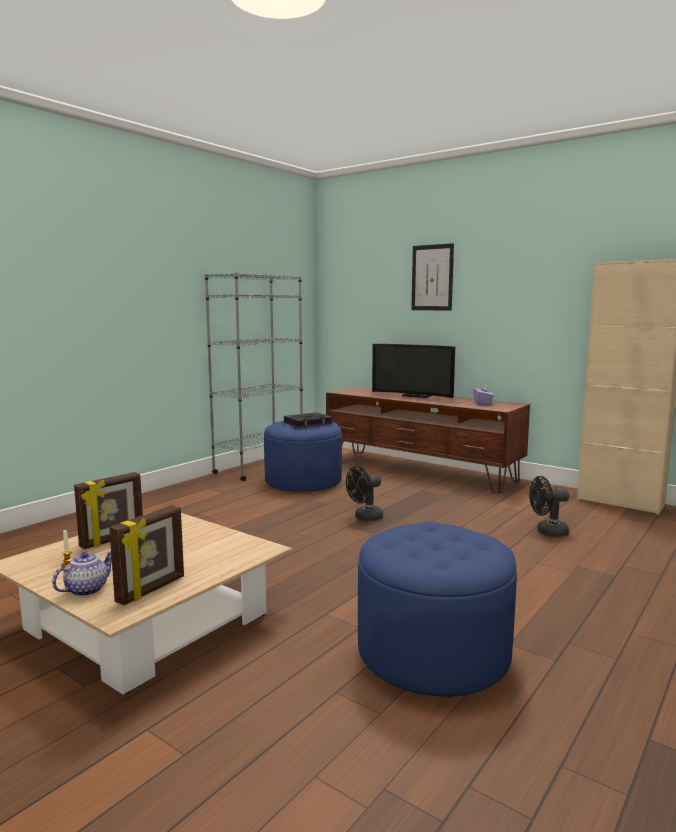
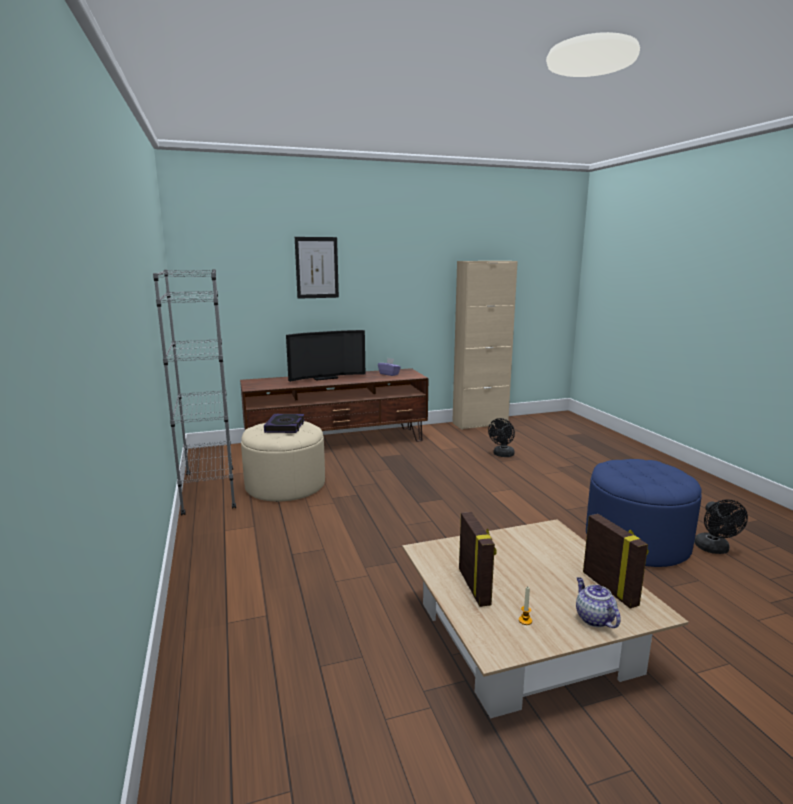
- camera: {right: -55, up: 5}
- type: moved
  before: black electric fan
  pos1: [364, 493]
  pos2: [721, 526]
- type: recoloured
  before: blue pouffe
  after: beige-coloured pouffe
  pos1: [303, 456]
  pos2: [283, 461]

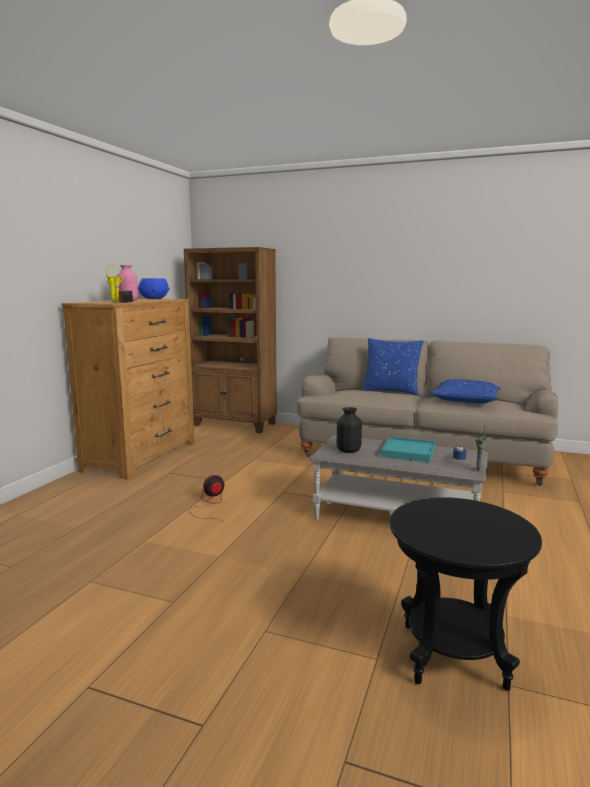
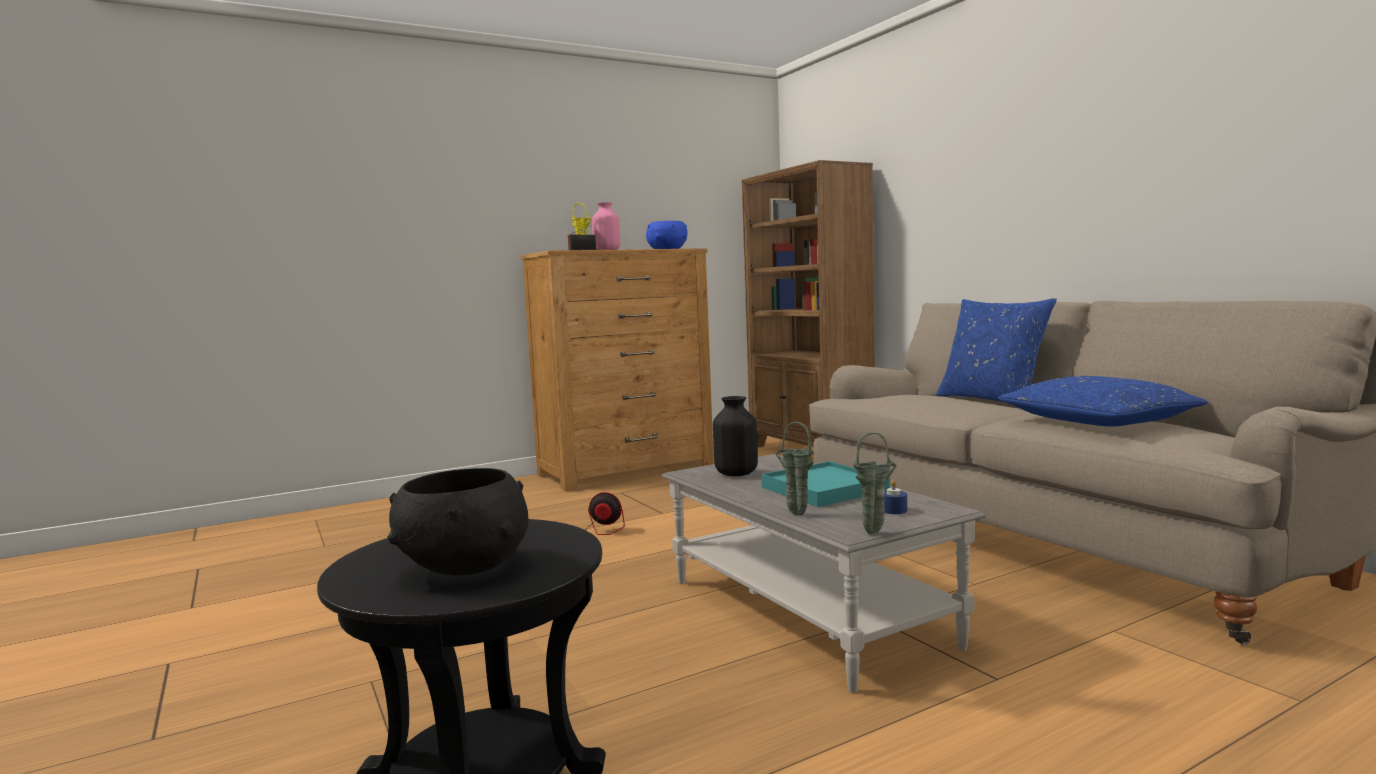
- camera: {right: 40, up: -5}
- type: added
  after: black bowl
  pos2: [458, 522]
- type: added
  after: greenish decorative vase
  pos2: [795, 468]

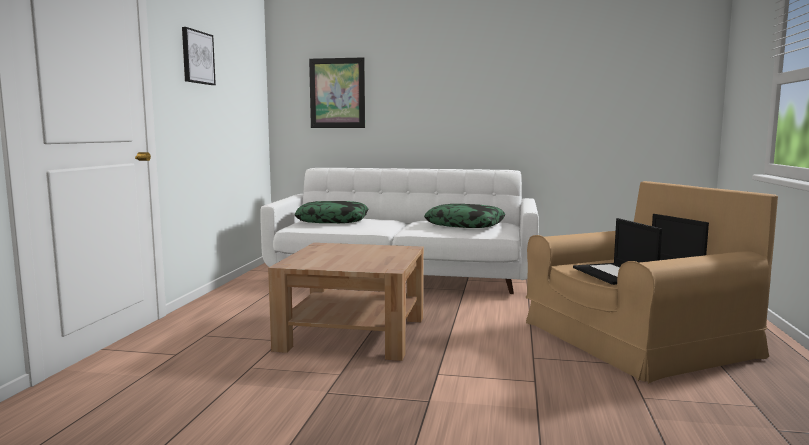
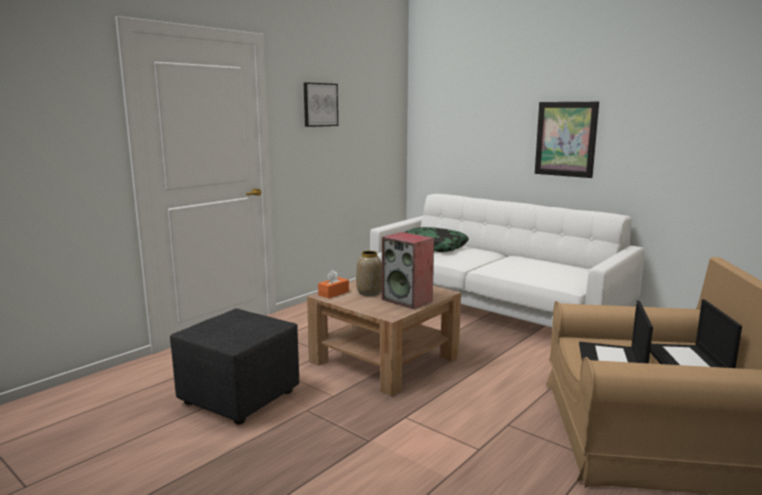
- camera: {right: 30, up: 5}
- type: removed
  before: cushion
  pos1: [465, 216]
- type: added
  after: black pouffe
  pos2: [234, 366]
- type: added
  after: orange-coloured box of tissues
  pos2: [333, 284]
- type: added
  after: decorative vase
  pos2: [369, 273]
- type: added
  after: loudspeaker
  pos2: [408, 270]
- type: moved
  before: wall picture
  pos1: [337, 92]
  pos2: [567, 140]

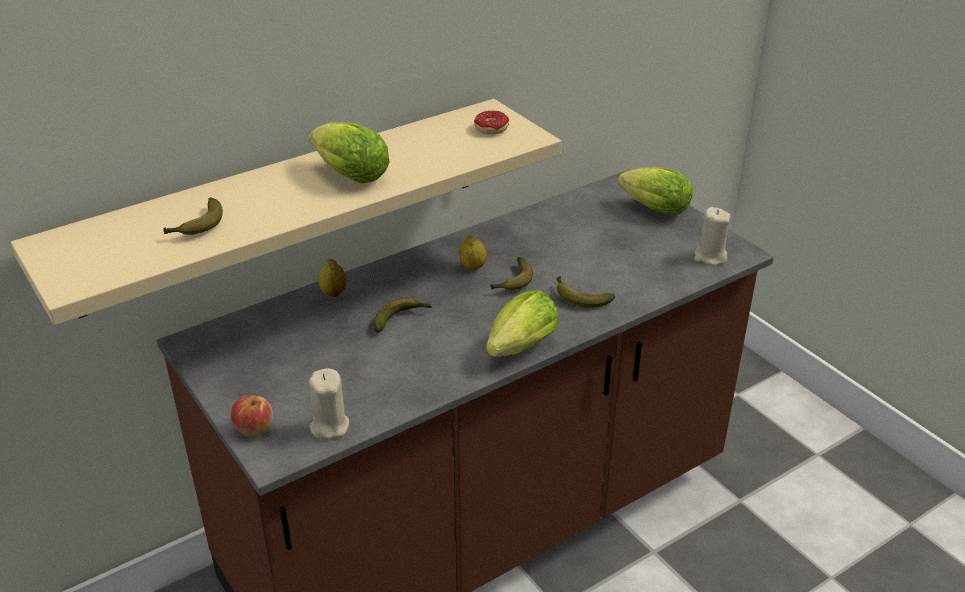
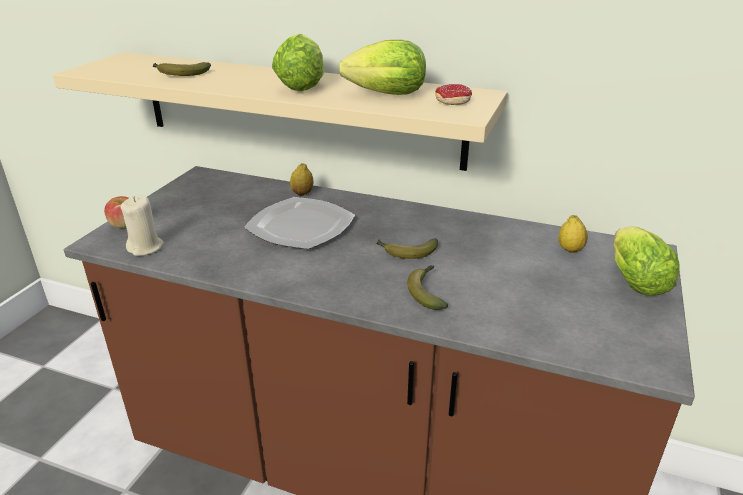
- camera: {right: 55, up: -5}
- type: removed
  before: beige-coloured candle
  pos1: [712, 236]
- type: moved
  before: lemon
  pos1: [473, 252]
  pos2: [573, 234]
- type: moved
  before: lettuce head
  pos1: [522, 324]
  pos2: [382, 67]
- type: replaced
  before: whole banana
  after: flat dish
  pos1: [402, 315]
  pos2: [299, 223]

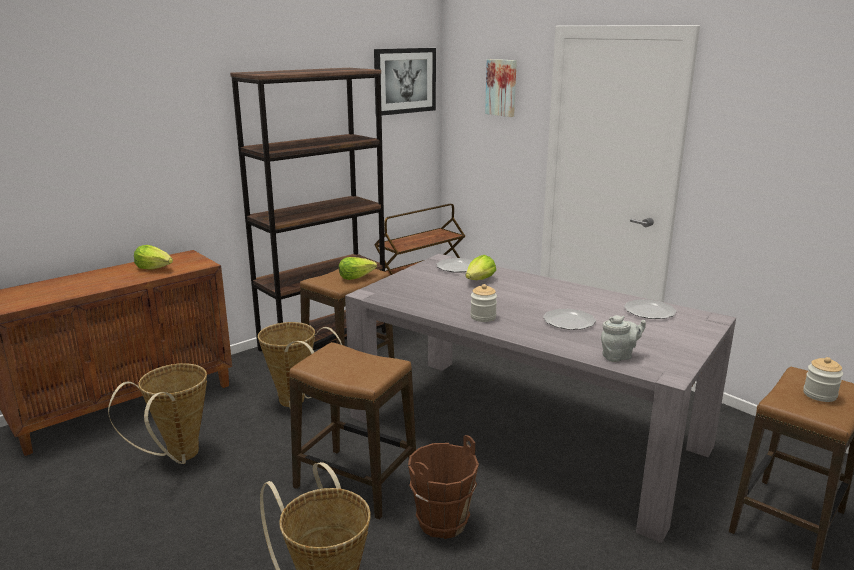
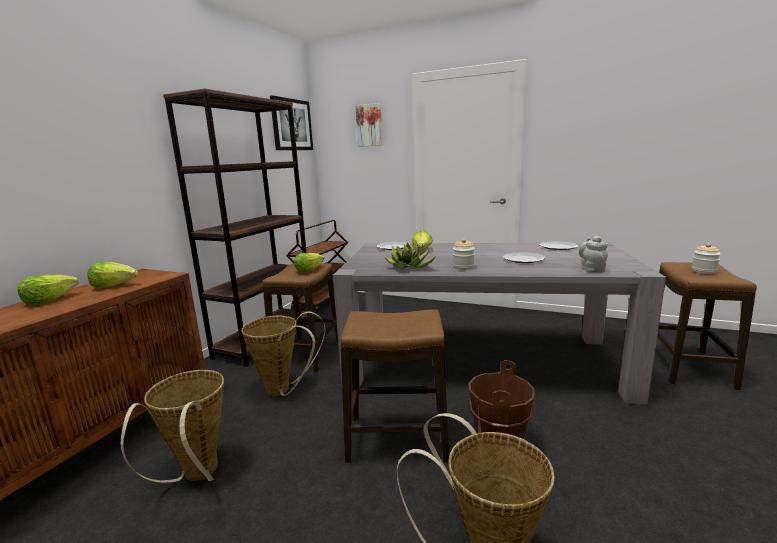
- camera: {right: -25, up: -5}
- type: added
  after: lettuce head
  pos2: [48, 290]
- type: added
  after: houseplant
  pos2: [410, 255]
- type: turned
  before: grey teapot
  pos1: [623, 338]
  pos2: [593, 254]
  turn: -45

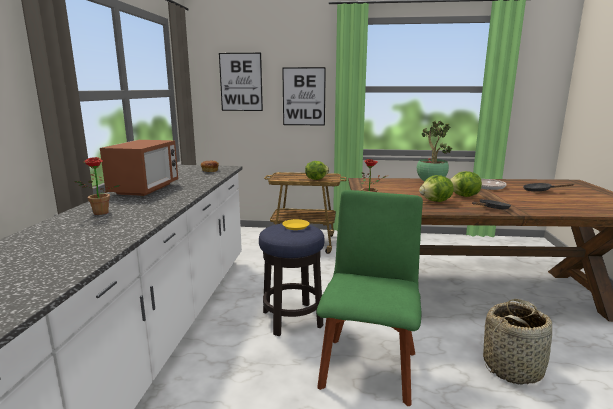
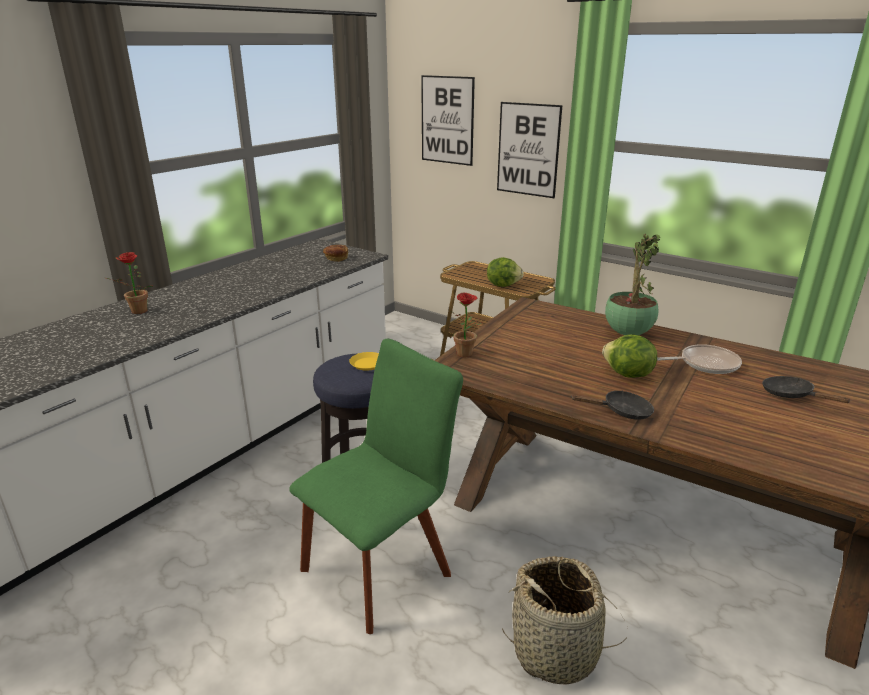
- camera: {right: 30, up: 10}
- type: removed
  before: kitchen microwave
  pos1: [139, 168]
- type: removed
  before: lettuce head
  pos1: [436, 188]

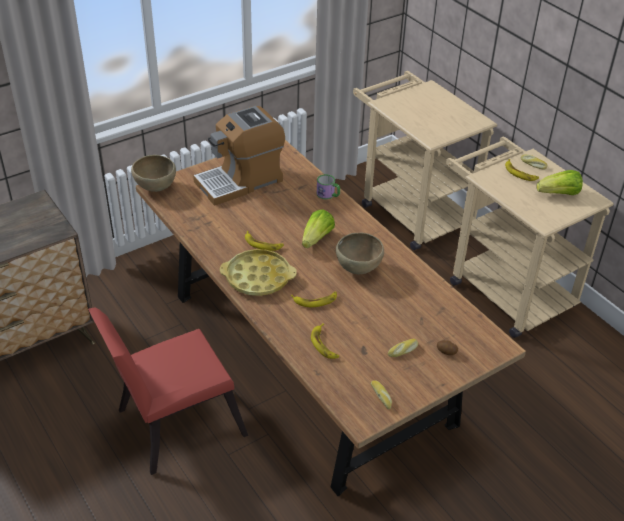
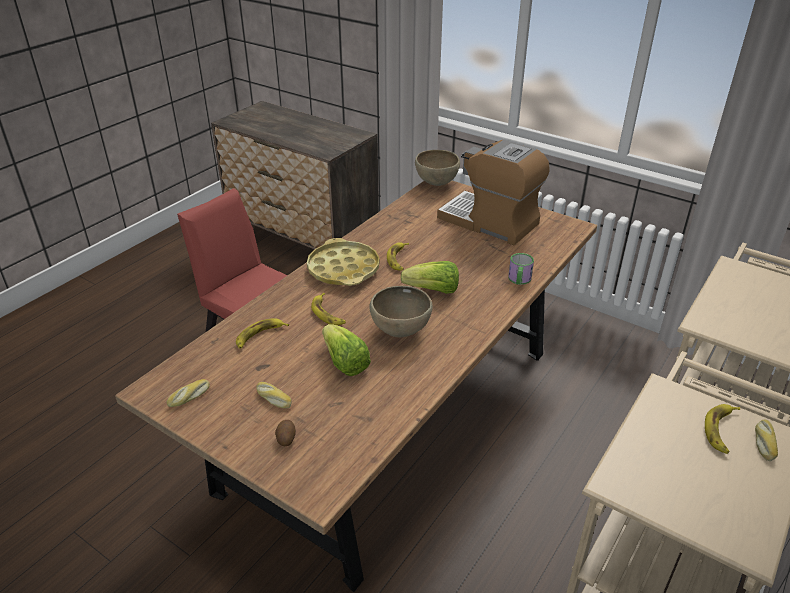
- camera: {right: 70, up: -5}
- type: moved
  before: lettuce head
  pos1: [560, 182]
  pos2: [346, 350]

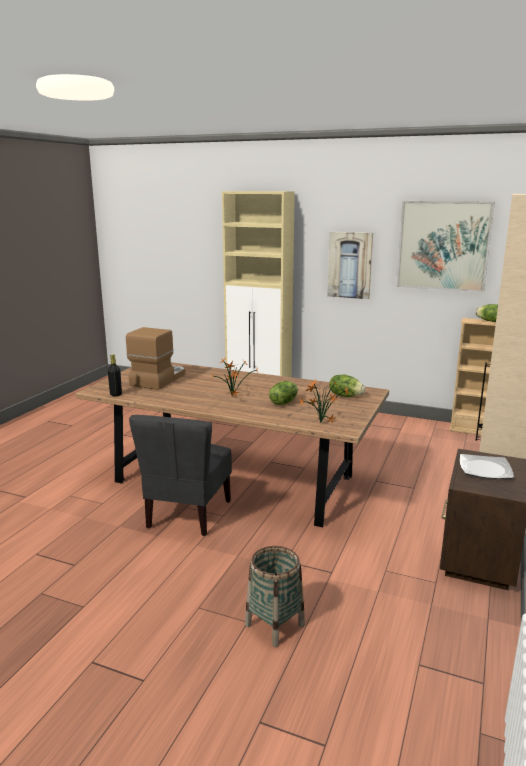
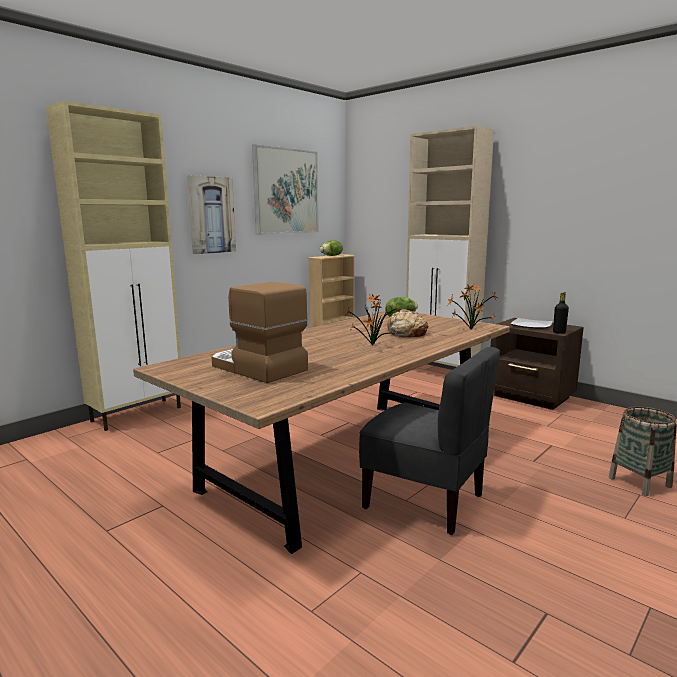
- camera: {right: -70, up: -5}
- type: moved
  before: black drink bottle
  pos1: [115, 375]
  pos2: [561, 313]
- type: replaced
  before: lettuce head
  after: bakery bread
  pos1: [283, 393]
  pos2: [408, 323]

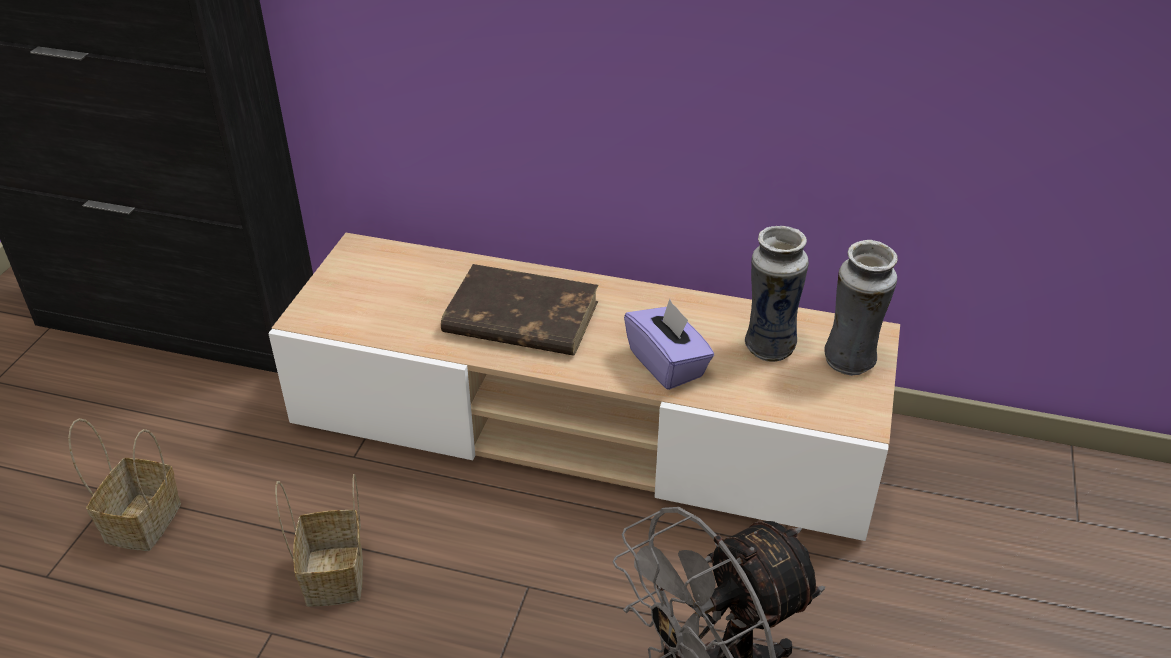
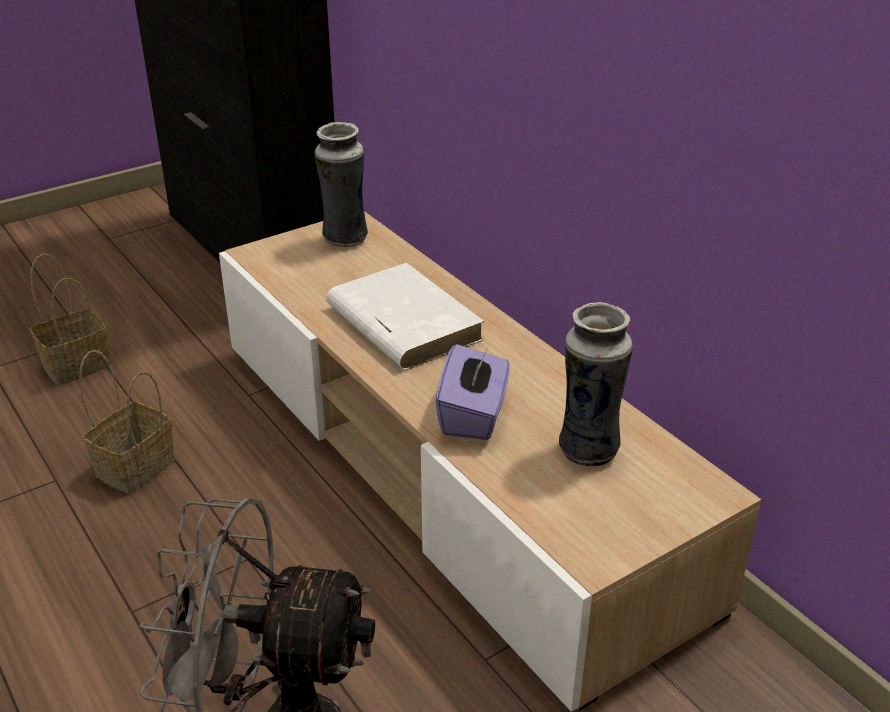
- camera: {right: 40, up: -5}
- type: moved
  before: decorative vase
  pos1: [861, 308]
  pos2: [341, 184]
- type: recoloured
  before: brown book
  after: whitish book
  pos1: [519, 310]
  pos2: [405, 316]

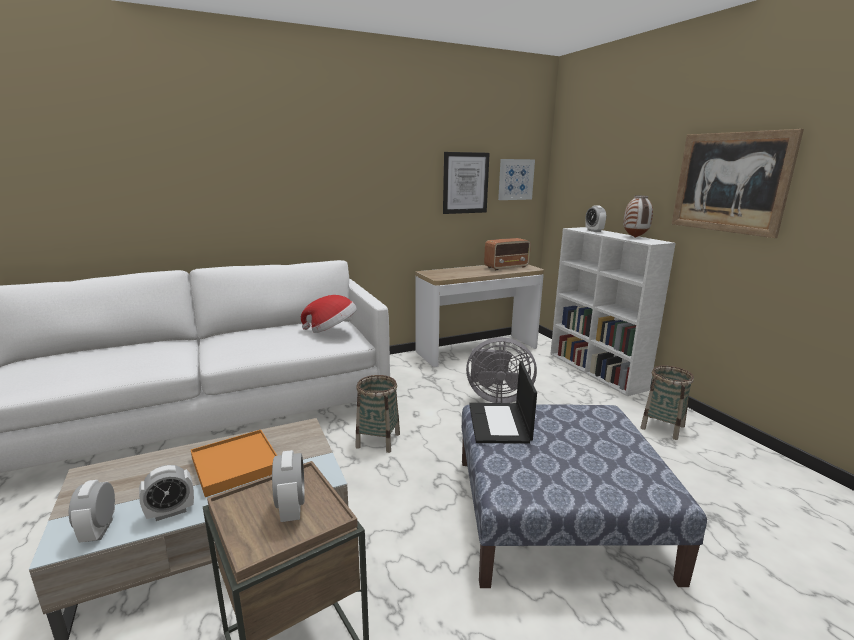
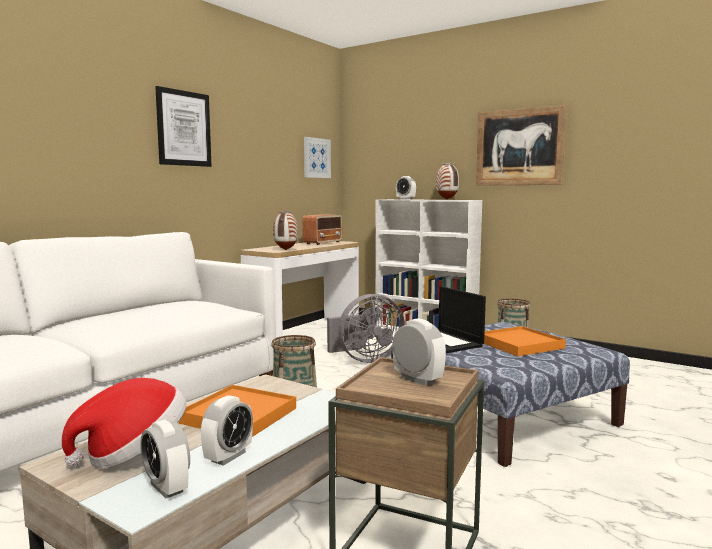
- camera: {right: -30, up: -10}
- type: added
  after: decorative vase
  pos2: [285, 230]
- type: added
  after: orange-coloured tray
  pos2: [525, 341]
- type: moved
  before: wearable hat
  pos1: [329, 314]
  pos2: [124, 423]
- type: moved
  before: wall picture
  pos1: [466, 183]
  pos2: [183, 126]

